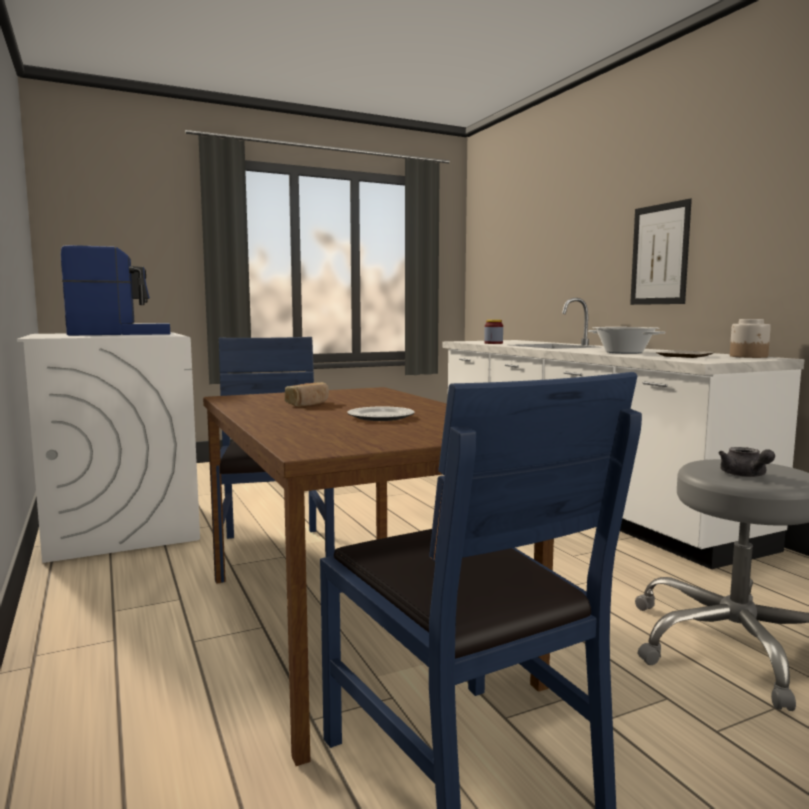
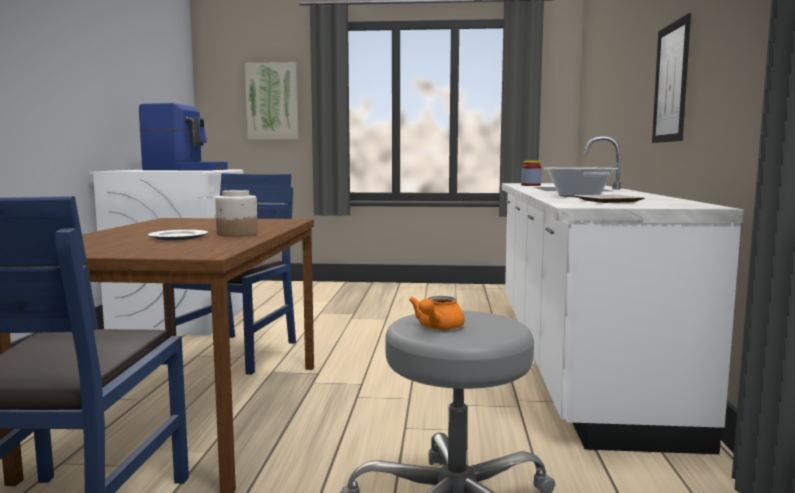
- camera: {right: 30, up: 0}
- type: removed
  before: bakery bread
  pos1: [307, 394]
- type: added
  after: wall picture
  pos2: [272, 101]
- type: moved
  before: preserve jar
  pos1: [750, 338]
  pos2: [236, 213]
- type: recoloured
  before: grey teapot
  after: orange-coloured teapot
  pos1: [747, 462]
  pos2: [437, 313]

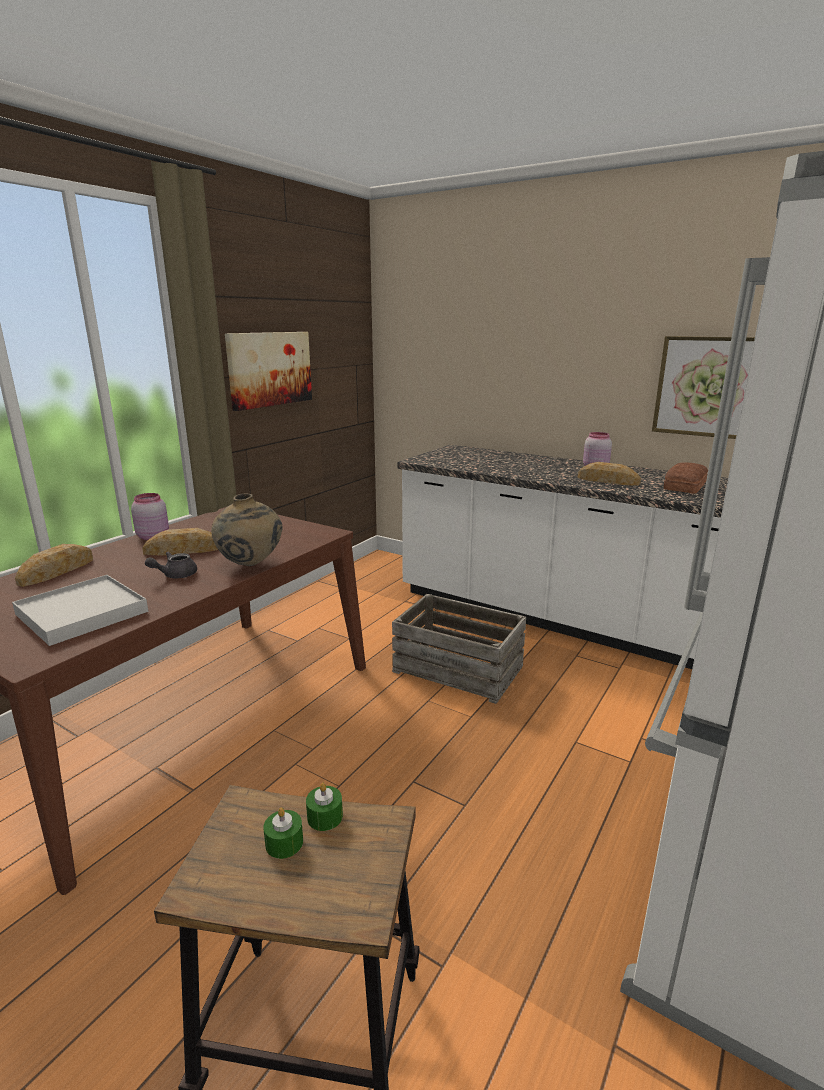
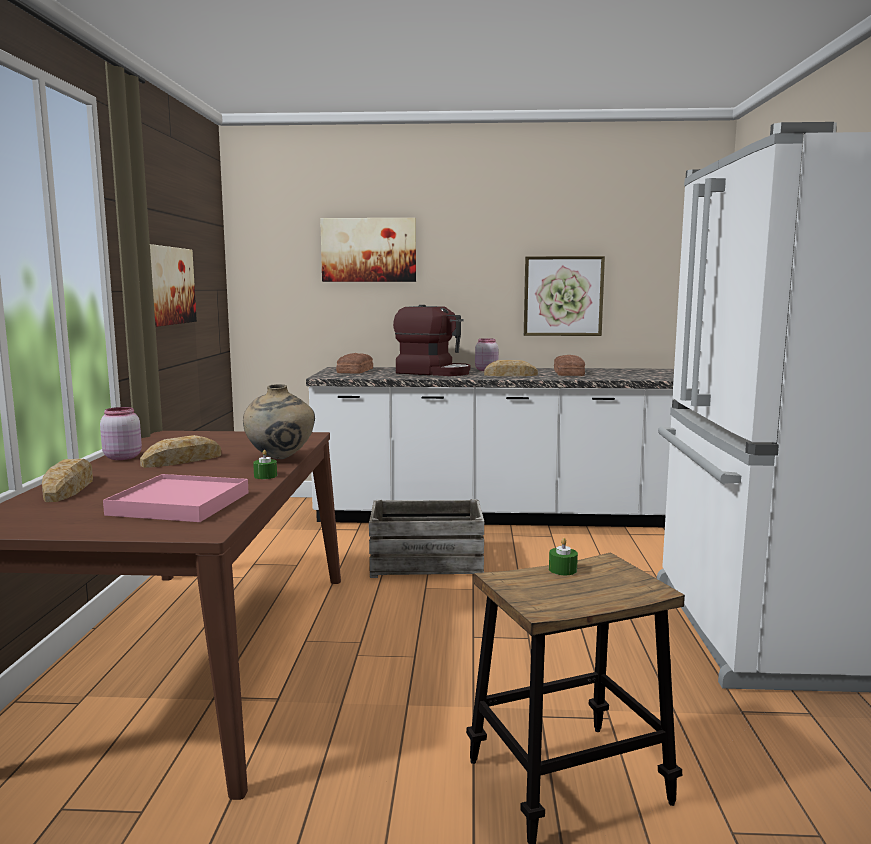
- camera: {right: -30, up: -10}
- type: removed
  before: grey teapot
  pos1: [171, 565]
- type: added
  after: wall picture
  pos2: [368, 250]
- type: added
  after: bakery bread
  pos2: [354, 363]
- type: added
  after: coffee maker
  pos2: [431, 340]
- type: moved
  before: greenish candle
  pos1: [283, 833]
  pos2: [265, 464]
- type: recoloured
  before: whitish tray
  after: pink tray
  pos1: [80, 610]
  pos2: [176, 498]

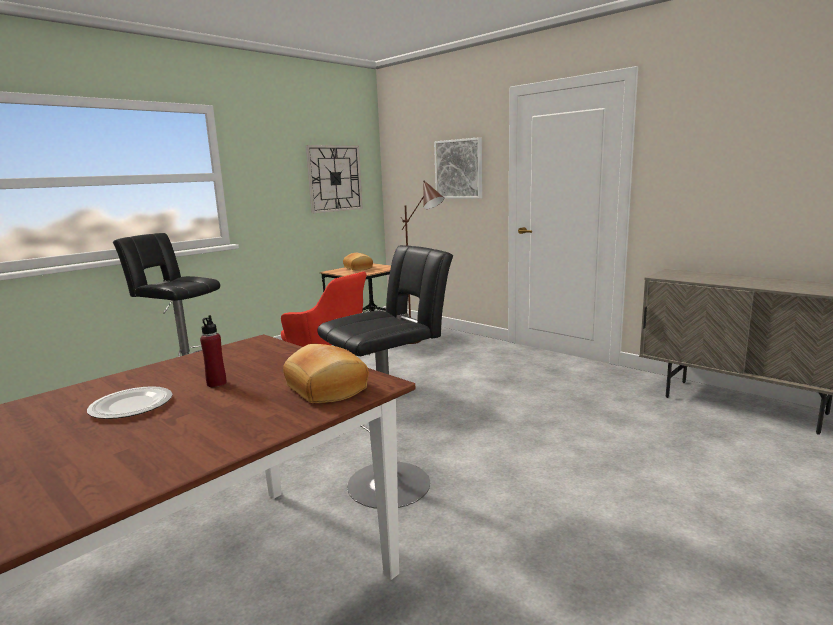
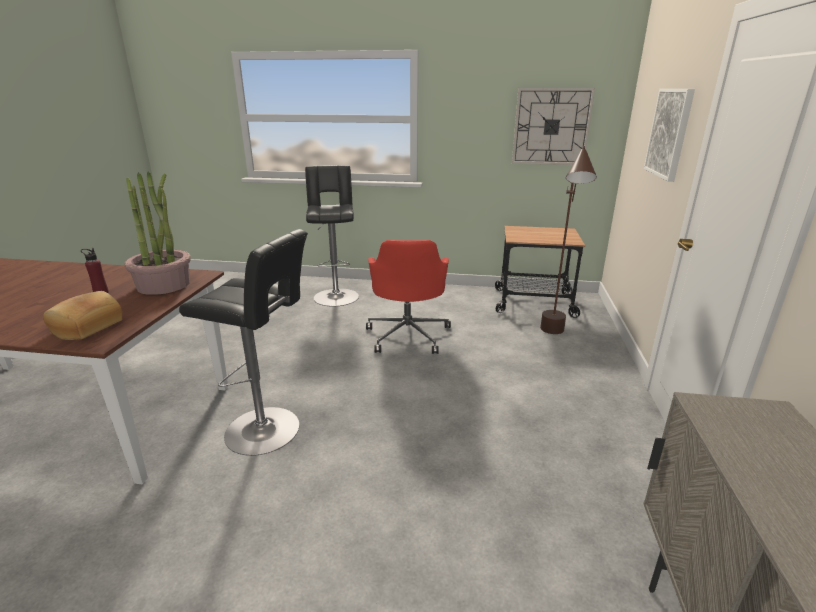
- camera: {right: 55, up: 10}
- type: removed
  before: flat dish
  pos1: [130, 402]
- type: removed
  before: bakery bread
  pos1: [358, 261]
- type: added
  after: houseplant
  pos2: [157, 233]

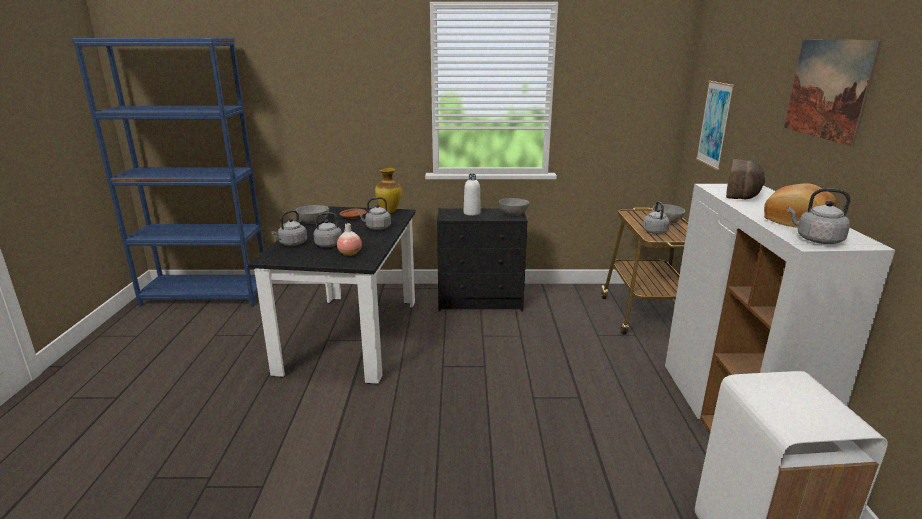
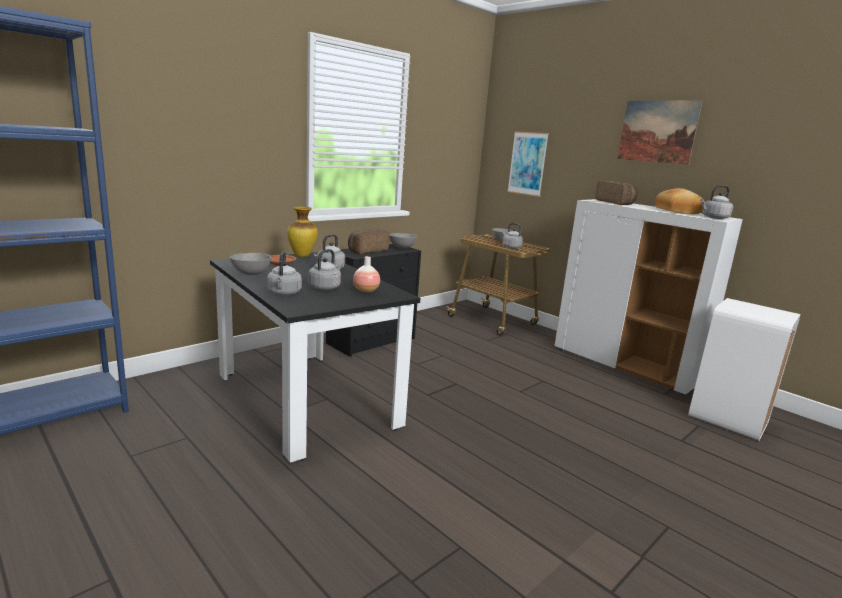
- camera: {right: -45, up: -5}
- type: replaced
  before: whitish drink bottle
  after: bakery bread
  pos1: [472, 195]
  pos2: [369, 241]

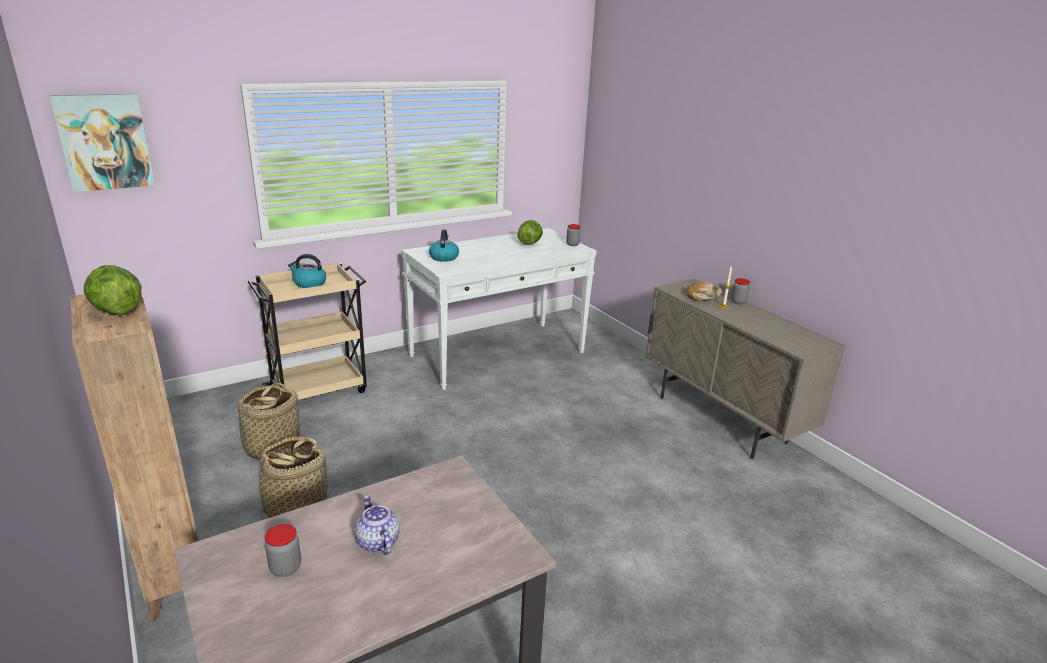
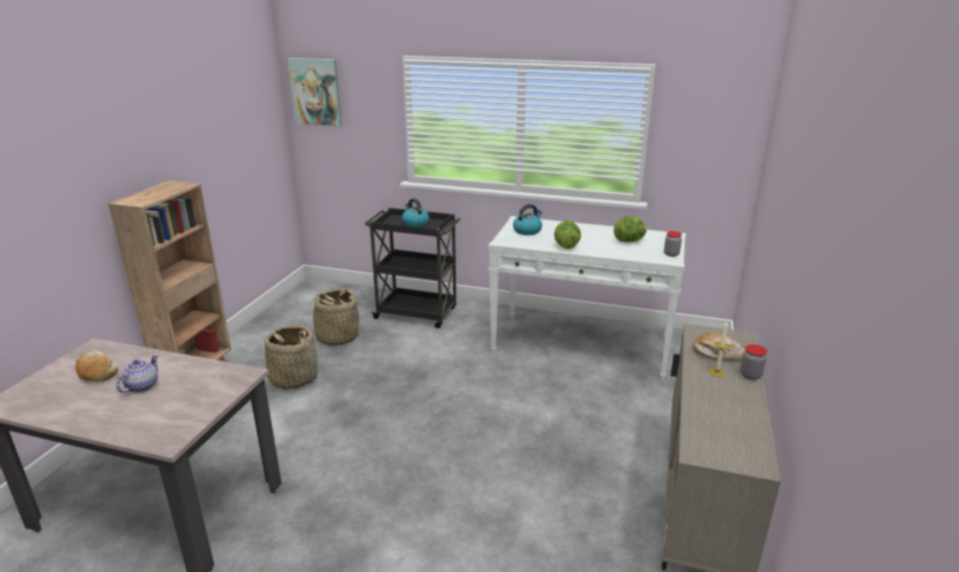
- camera: {right: 50, up: 0}
- type: moved
  before: lettuce head
  pos1: [112, 290]
  pos2: [567, 234]
- type: replaced
  before: preserve jar
  after: bakery bread
  pos1: [283, 550]
  pos2: [97, 366]
- type: recoloured
  before: beige-coloured trolley
  after: black trolley
  pos1: [307, 331]
  pos2: [413, 267]

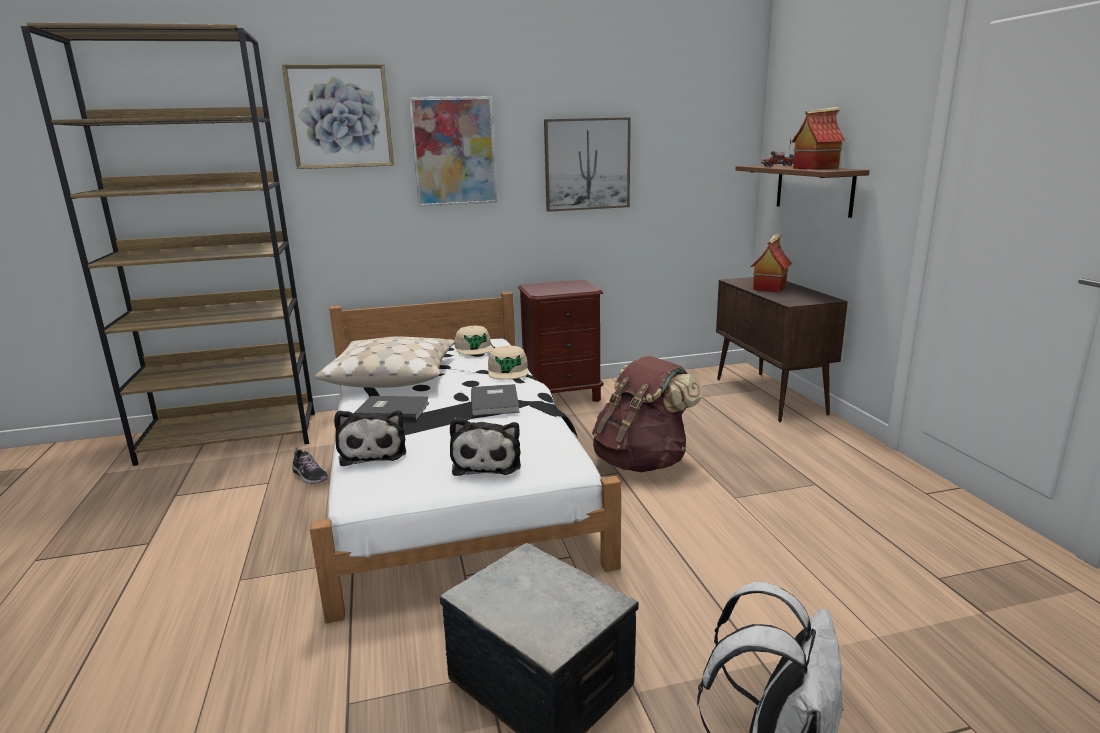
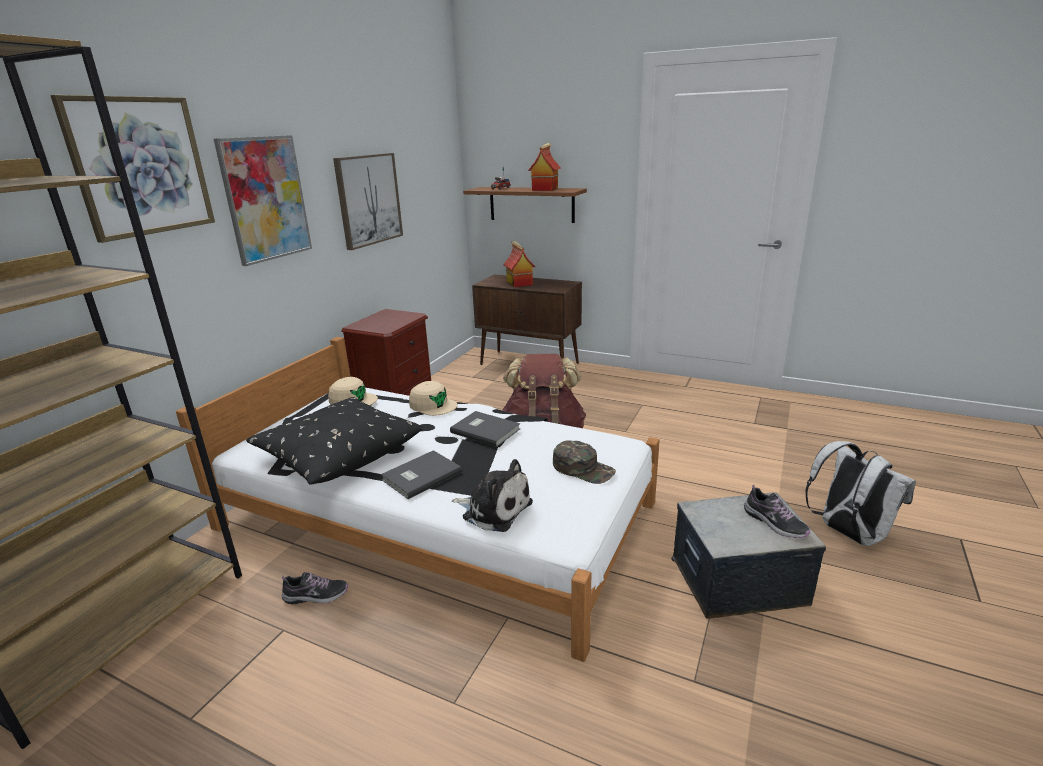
- camera: {right: -50, up: 5}
- type: added
  after: item of footwear
  pos2: [777, 511]
- type: replaced
  before: plush toy
  after: greenish cap
  pos1: [485, 446]
  pos2: [584, 462]
- type: recoloured
  before: beige-coloured cushion
  after: black cushion
  pos1: [385, 362]
  pos2: [334, 441]

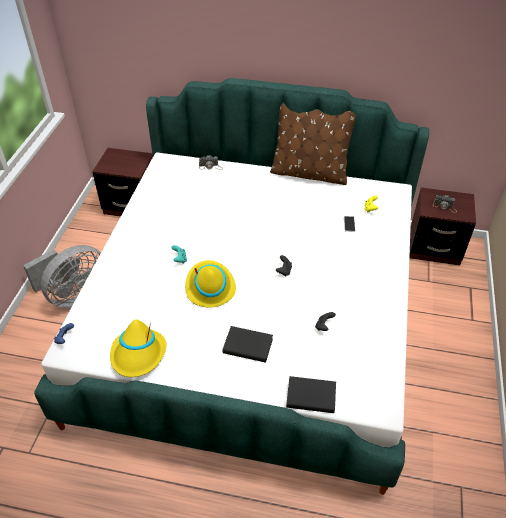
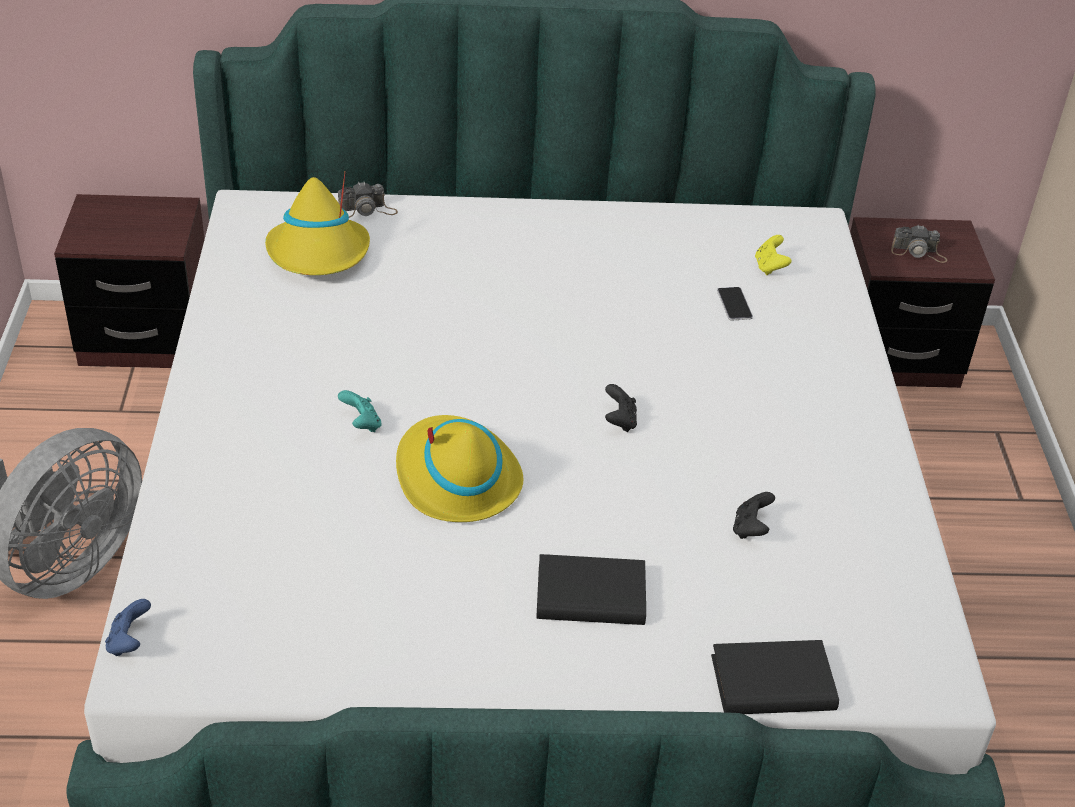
- camera: {right: -15, up: -5}
- type: removed
  before: brown cushion
  pos1: [313, 144]
- type: moved
  before: yellowish wearable hat
  pos1: [138, 348]
  pos2: [317, 223]

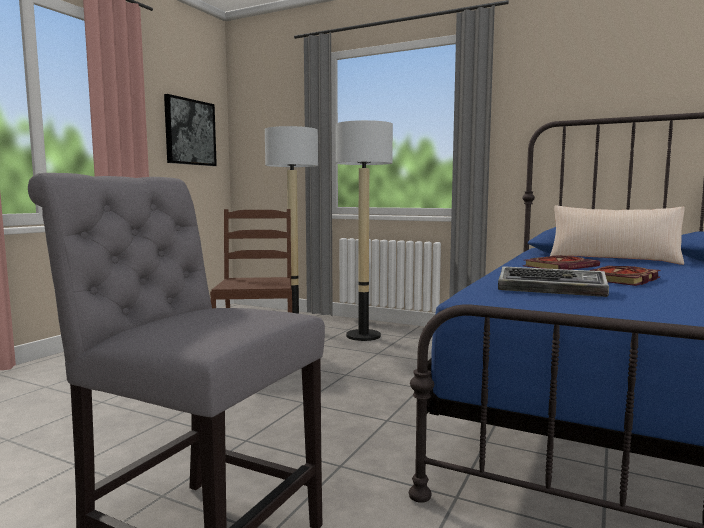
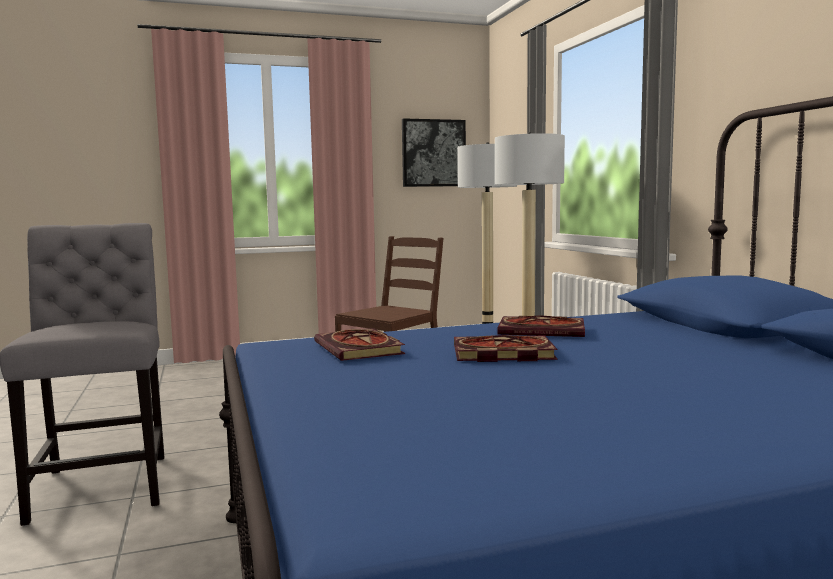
- camera: {right: 45, up: 0}
- type: removed
  before: beige-coloured cushion
  pos1: [617, 235]
- type: replaced
  before: computer keyboard
  after: book
  pos1: [553, 281]
  pos2: [359, 344]

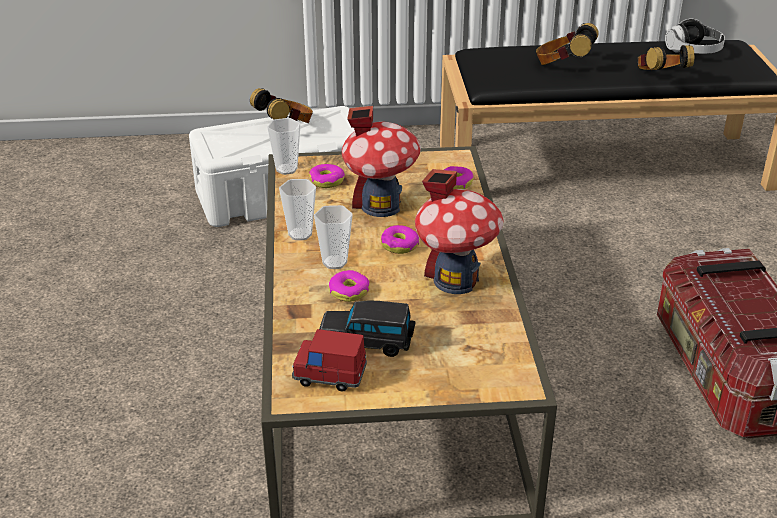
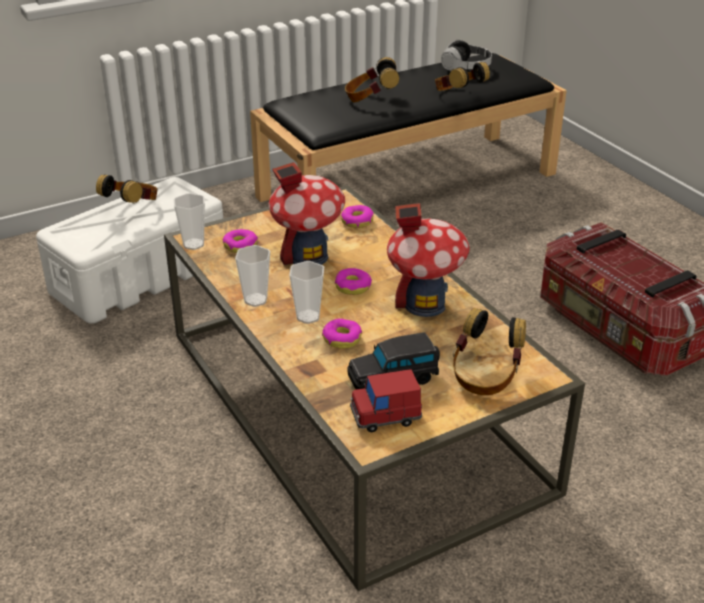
- camera: {right: -25, up: 0}
- type: added
  after: pair of headphones
  pos2: [489, 351]

